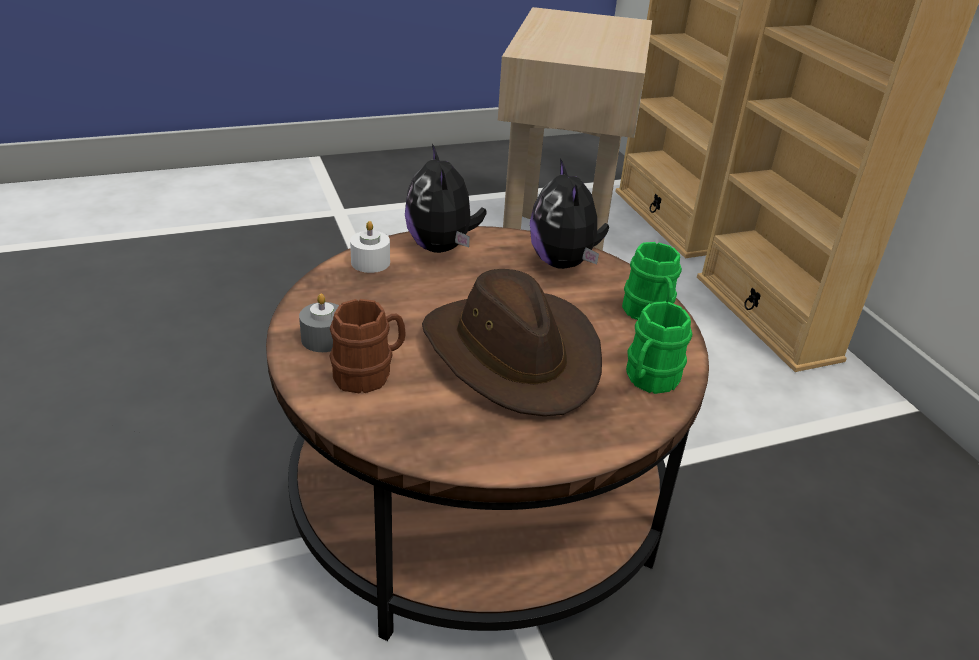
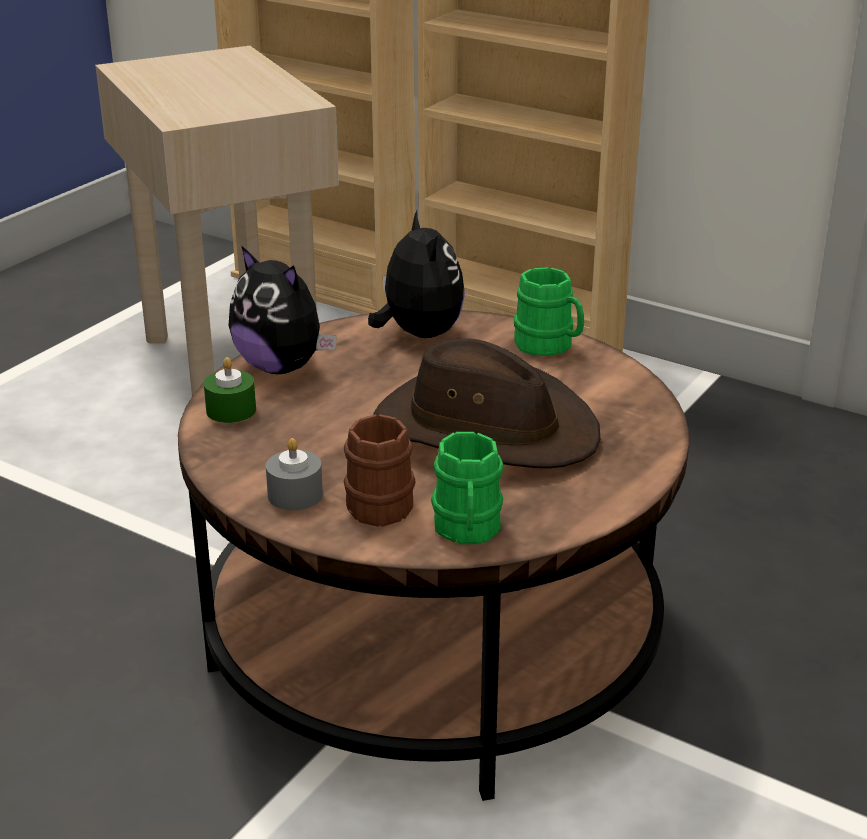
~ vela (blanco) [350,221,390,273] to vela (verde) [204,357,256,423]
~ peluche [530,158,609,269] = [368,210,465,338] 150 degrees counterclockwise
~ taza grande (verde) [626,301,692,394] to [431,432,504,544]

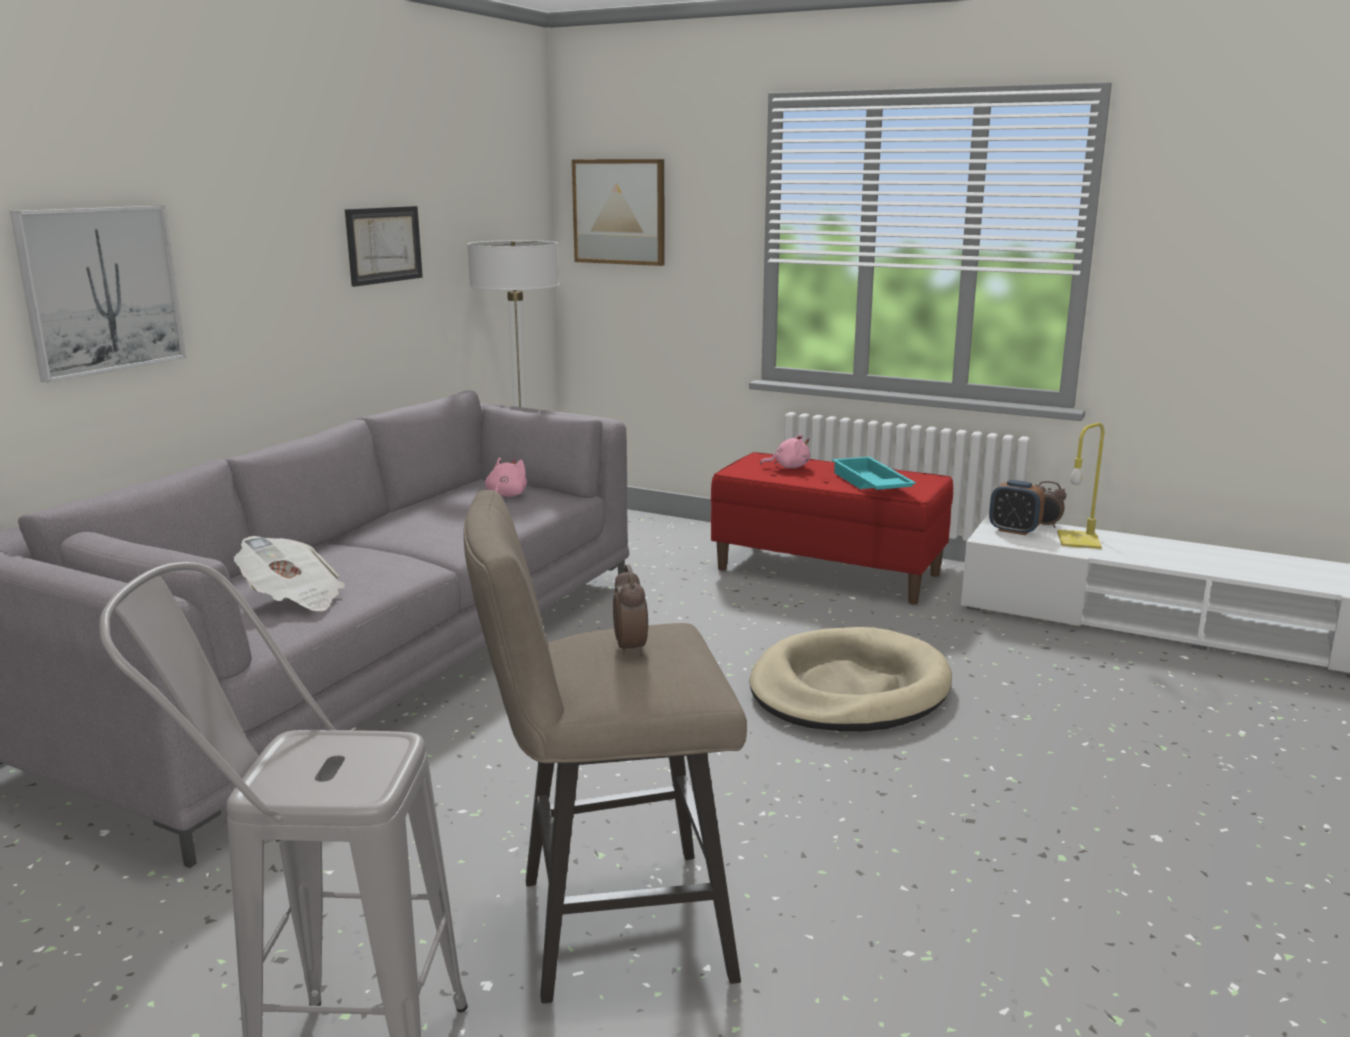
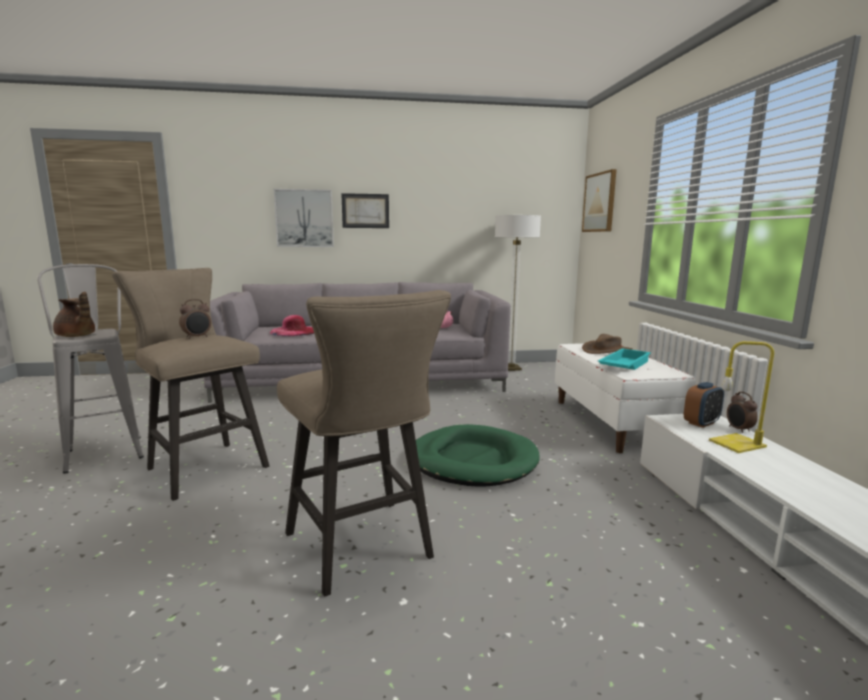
~ periódico [234,536,345,611] to sombrero (rosa) [270,315,314,336]
~ cuadro [345,206,423,287] to [341,193,389,228]
~ banco (rojo) [711,452,953,605] to banco (blanco) [555,343,696,453]
~ cama para perro (beis) [749,627,952,731] to cama para perro (verde) [416,424,539,487]
~ peluche (rosa) [760,434,810,468] to sombrero (marrón) [582,334,632,354]
~ despertador [989,480,1045,535] = [684,382,724,428] 120 degrees counterclockwise
+ tetera (marrón) [53,292,95,337]
+ taburete (beis) [277,290,451,596]

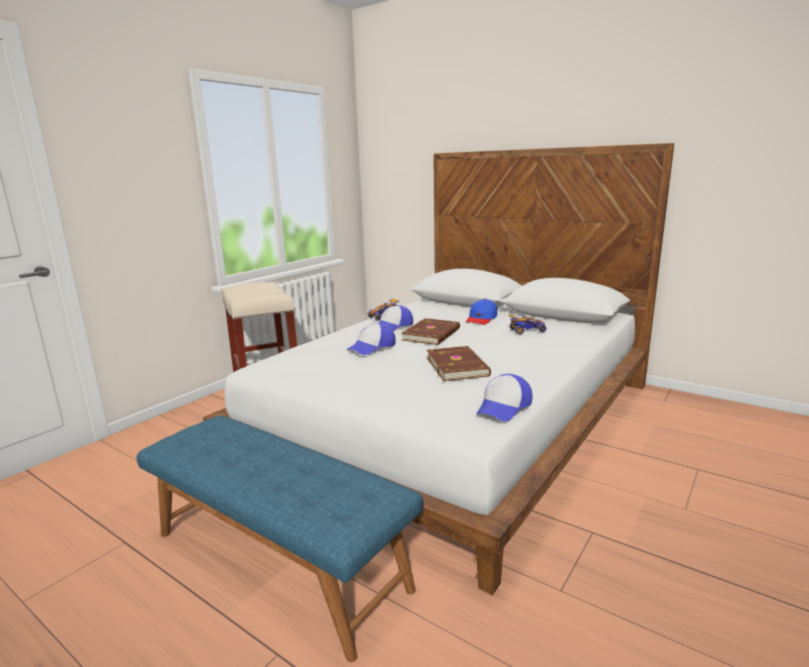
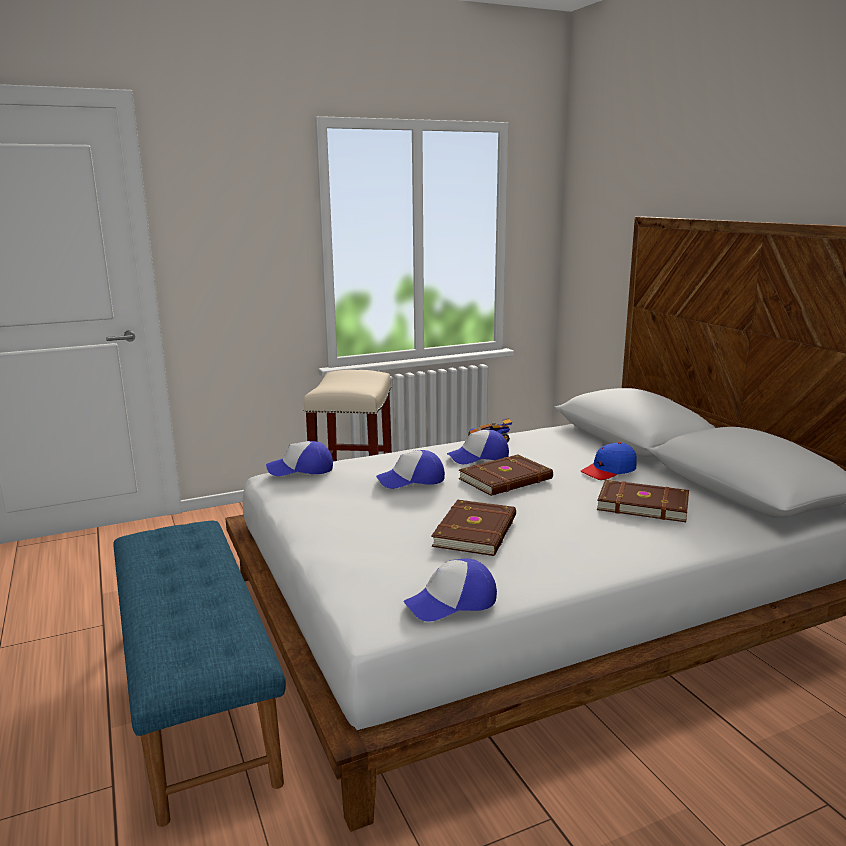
~ coche de juguete [509,314,546,335] to libro (marrón) [597,480,689,522]
+ gorra [266,441,333,476]

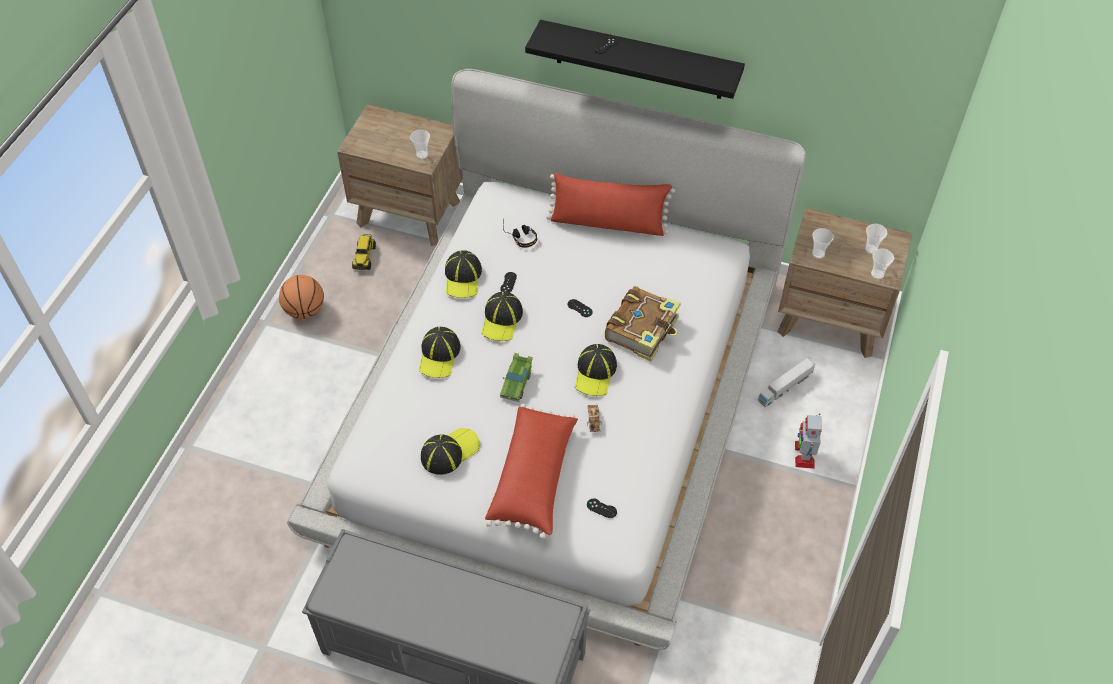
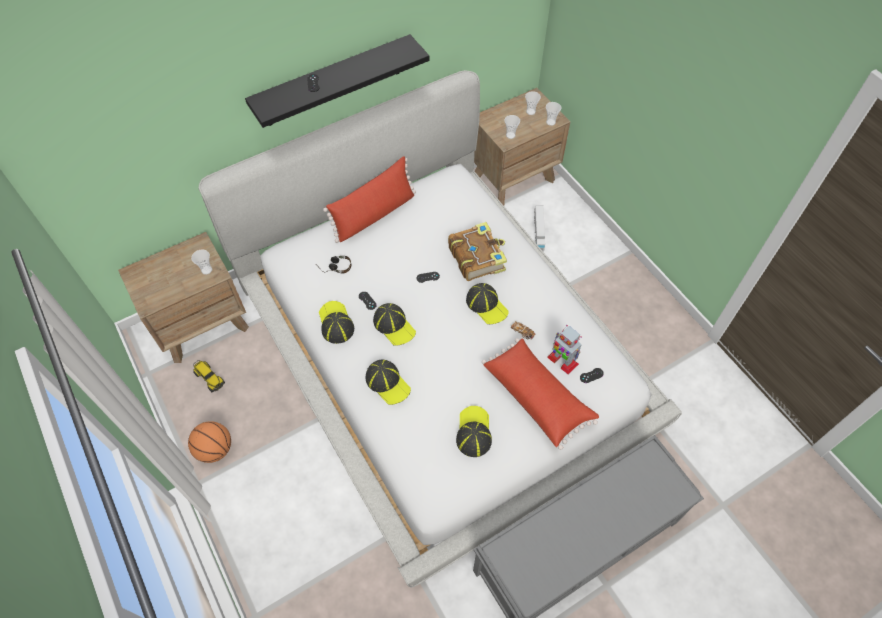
~ gorra [445,250,482,298] = [319,301,354,344] 150 degrees counterclockwise
- coche de juguete (verde) [500,353,533,402]
~ robot de juguete [795,413,822,469] to [548,325,582,374]

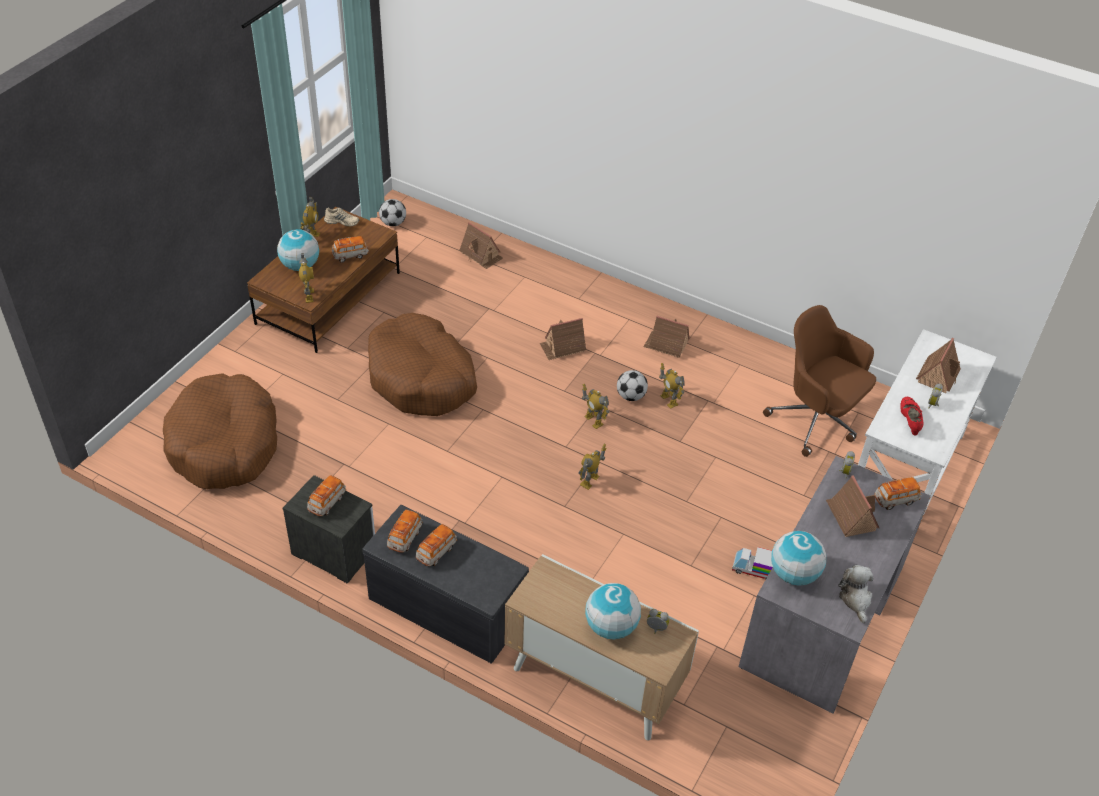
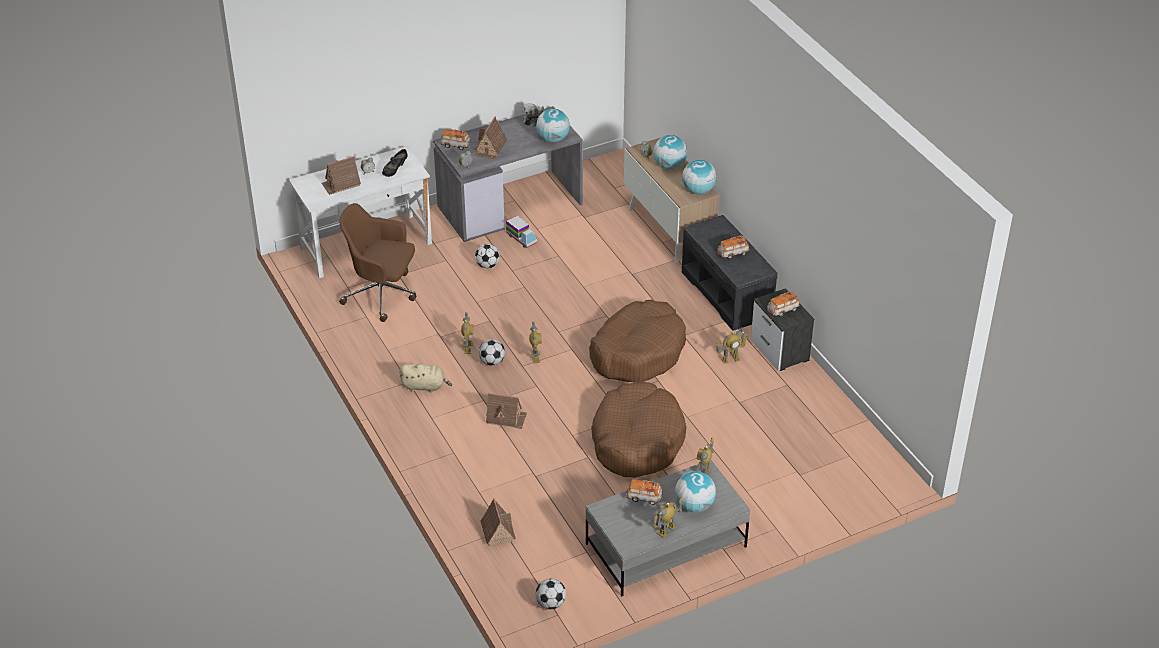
~ cama para perro (marrón) [163,373,277,489] to [589,300,686,382]
~ mesa de centro (marrón) [247,207,400,353] to mesa de centro (gris) [586,460,750,596]
- zapato (beis) [324,208,359,227]
- coche de juguete [387,510,423,553]
~ robot de juguete [578,444,606,490] to [715,327,749,364]
~ casita [644,316,690,358] to peluche (beis) [399,364,452,393]
~ silla de oficina (marrón) [763,305,876,457] = [339,203,416,322] 120 degrees clockwise
~ zapato (rojo) [900,397,923,436] to zapato (negro) [382,149,408,177]
+ balón de fútbol [475,244,500,268]
+ globo terráqueo [682,160,717,194]

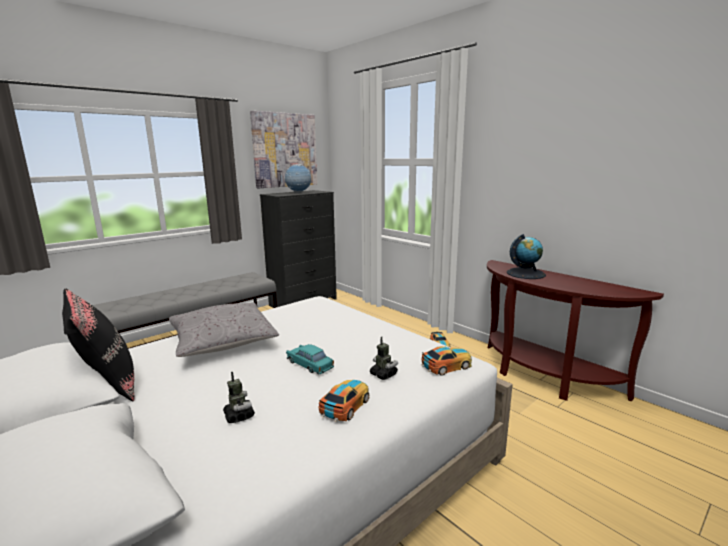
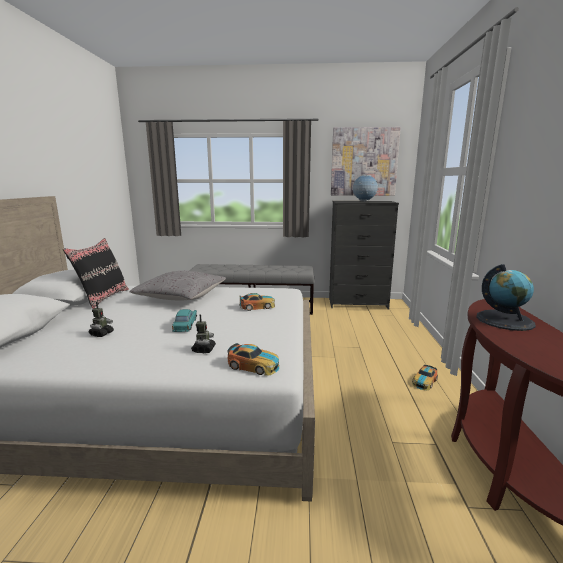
~ coche de juguete [319,380,369,422] to [239,293,275,311]

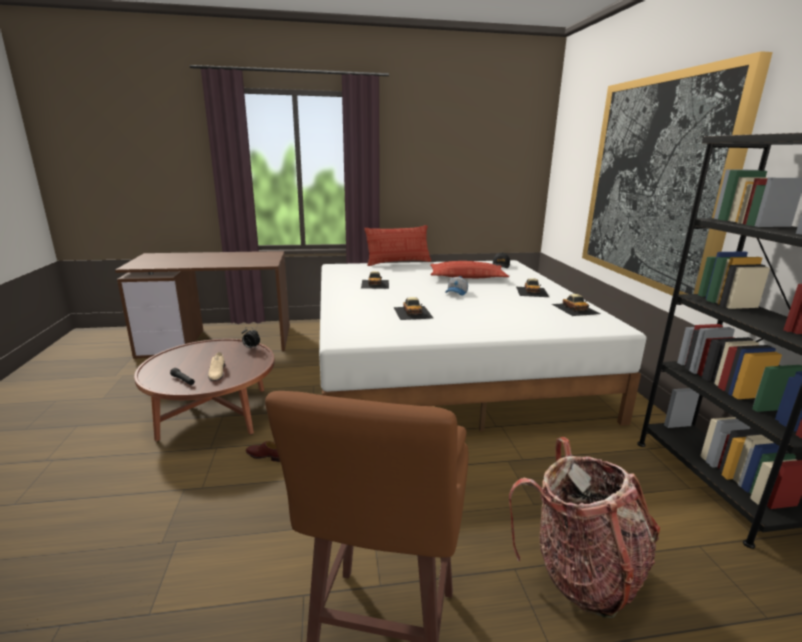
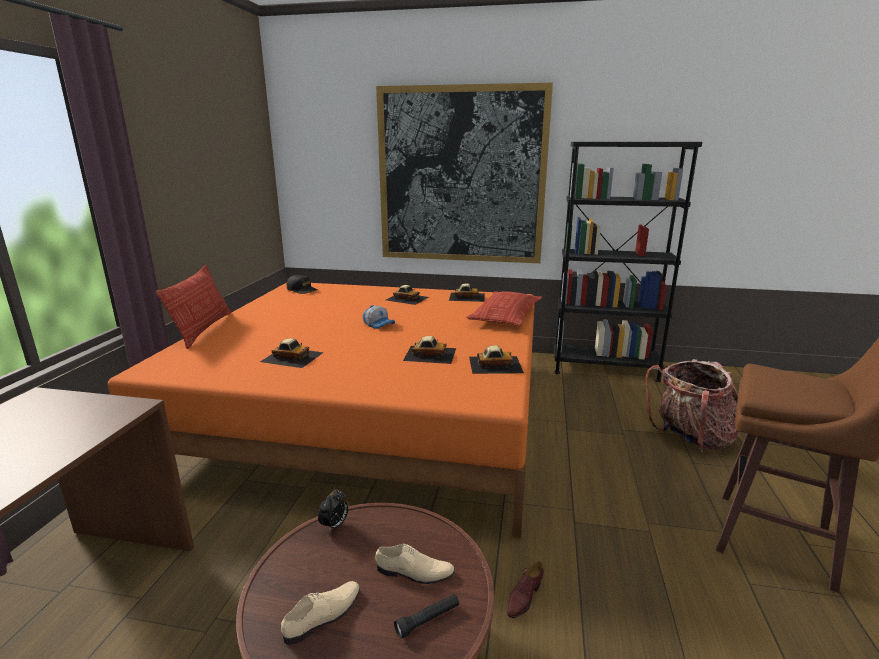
~ cama (blanco) [319,260,646,431] to cama (naranja) [108,283,535,538]
~ cojín [430,261,509,278] to [466,291,542,326]
+ zapato (beis) [281,581,360,645]
+ coche de juguete [469,345,524,374]

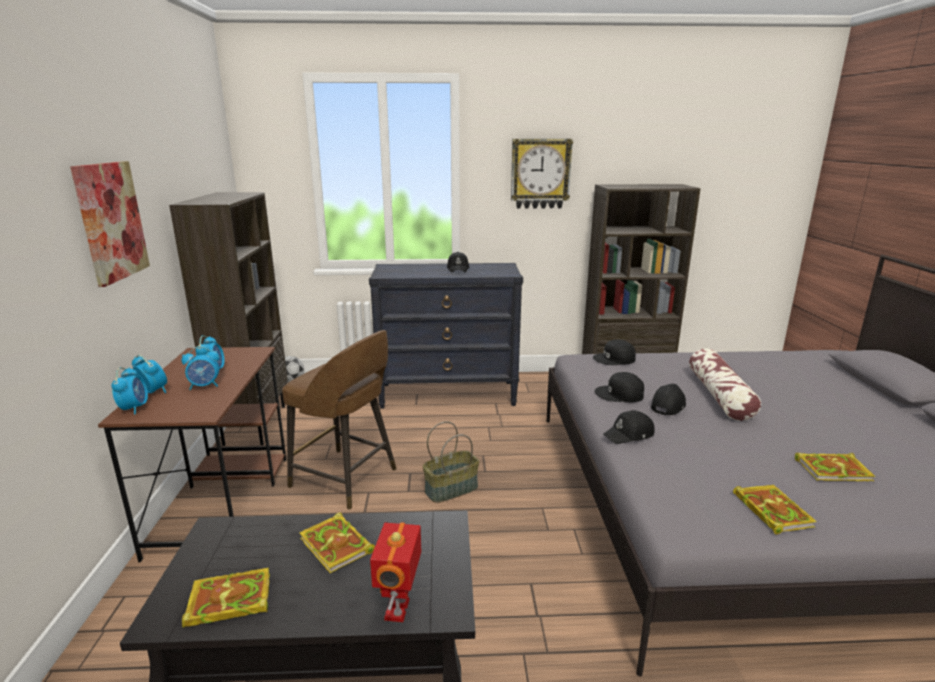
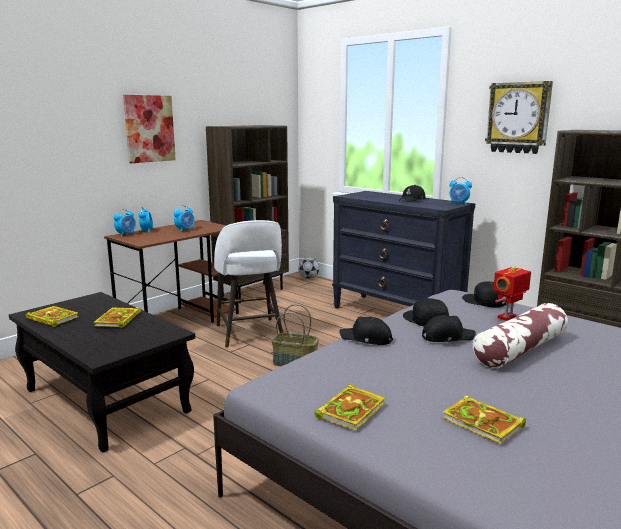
~ despertador [182,346,220,390] to [449,177,472,205]
~ taburete (marrón) [282,330,397,510] to taburete (blanco) [214,220,283,348]
~ robot de juguete [370,522,421,622] to [493,266,531,321]

